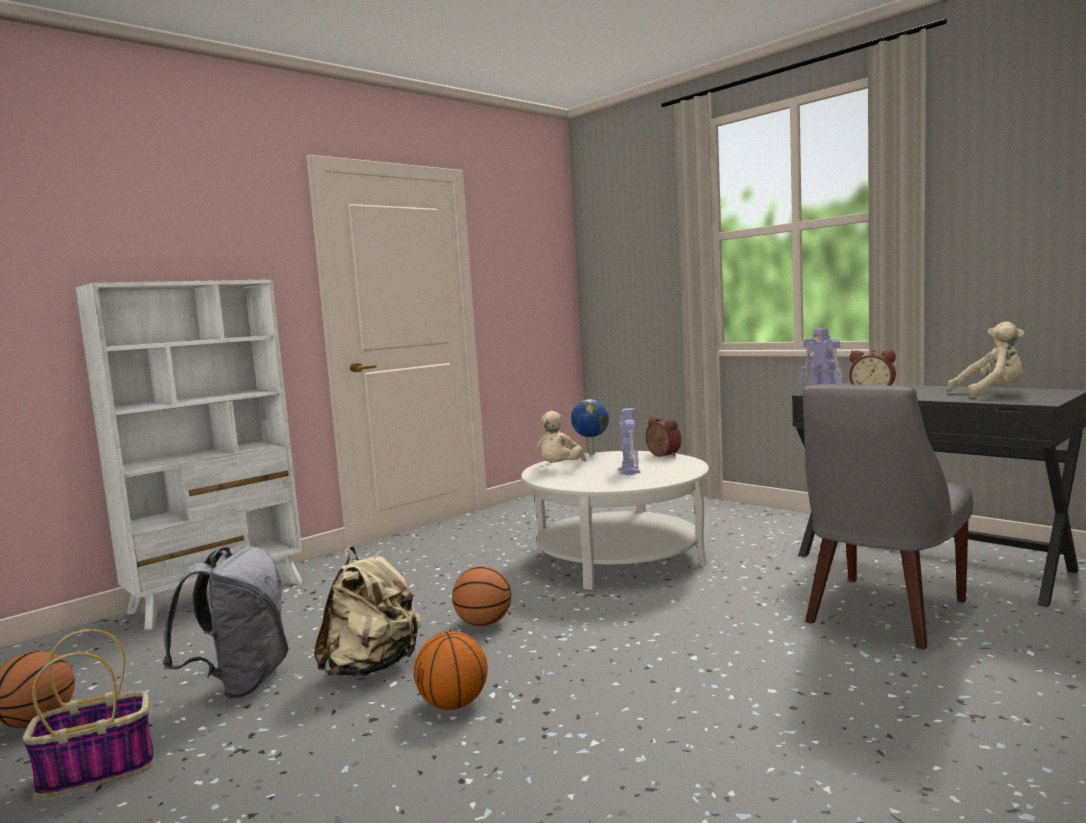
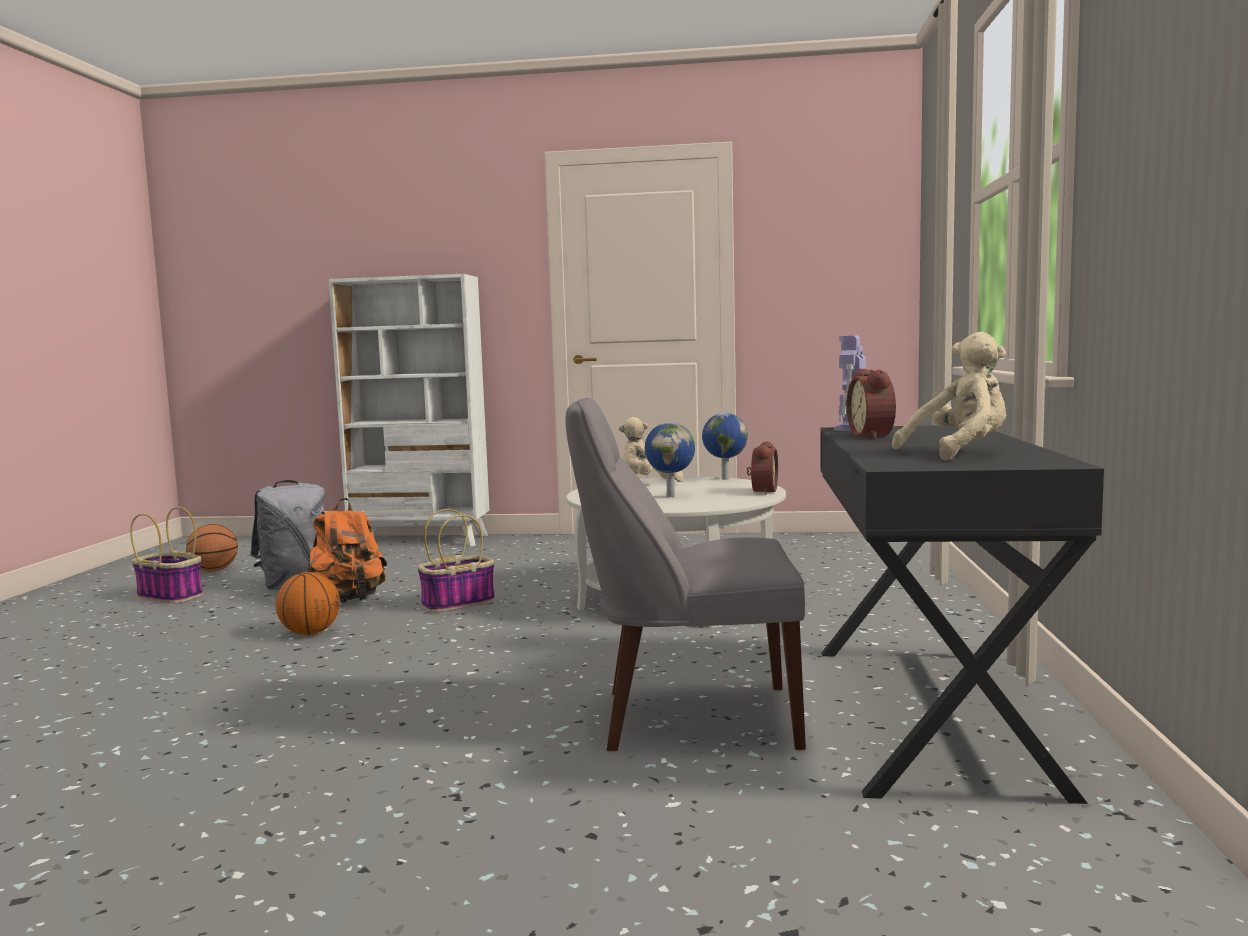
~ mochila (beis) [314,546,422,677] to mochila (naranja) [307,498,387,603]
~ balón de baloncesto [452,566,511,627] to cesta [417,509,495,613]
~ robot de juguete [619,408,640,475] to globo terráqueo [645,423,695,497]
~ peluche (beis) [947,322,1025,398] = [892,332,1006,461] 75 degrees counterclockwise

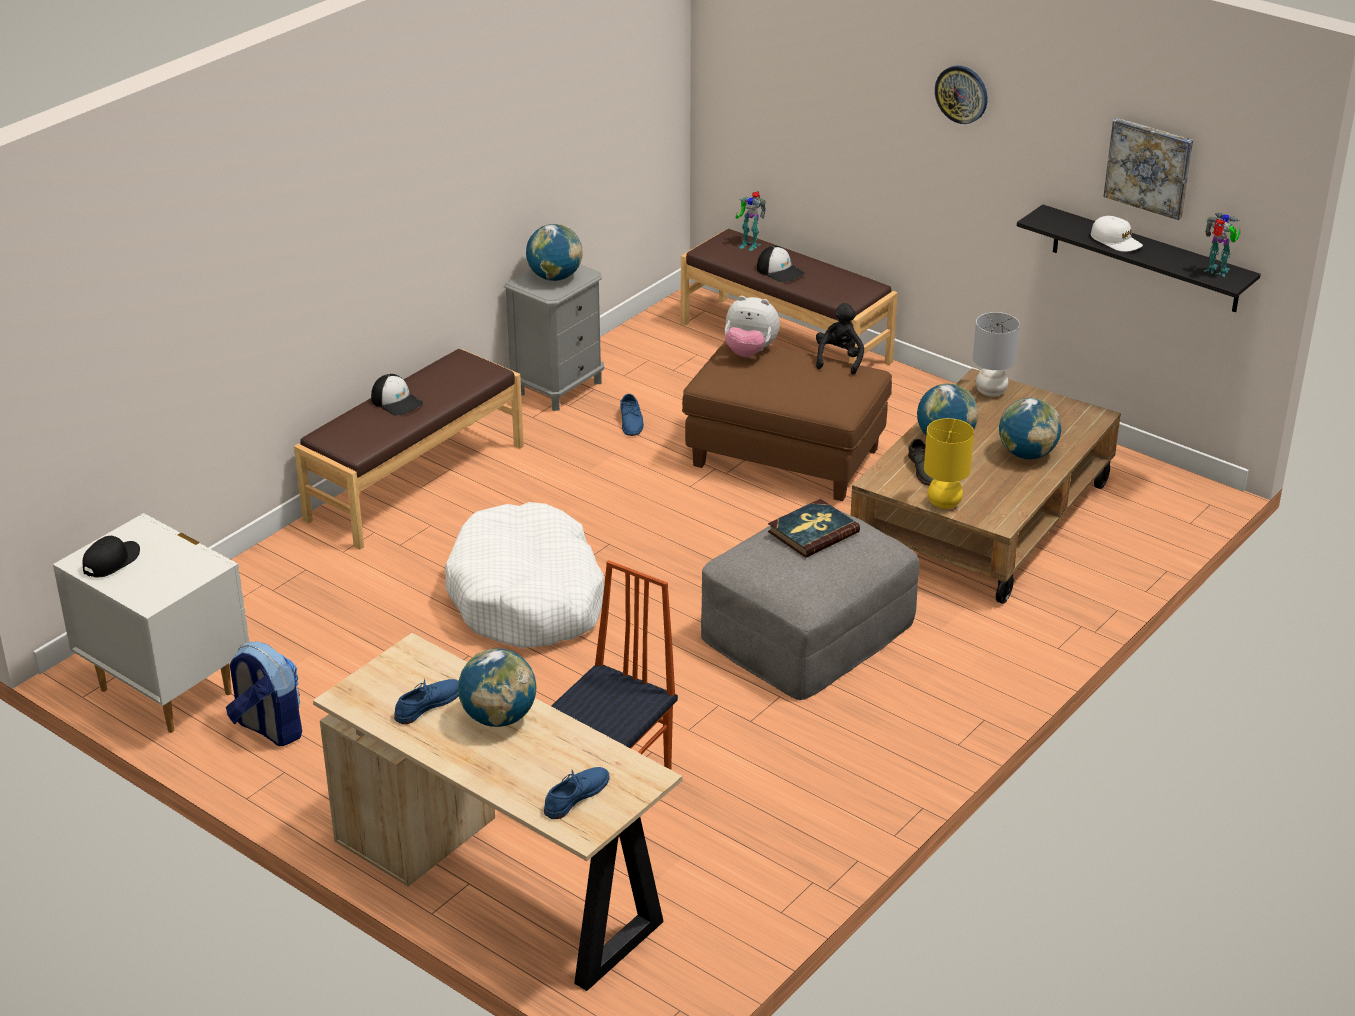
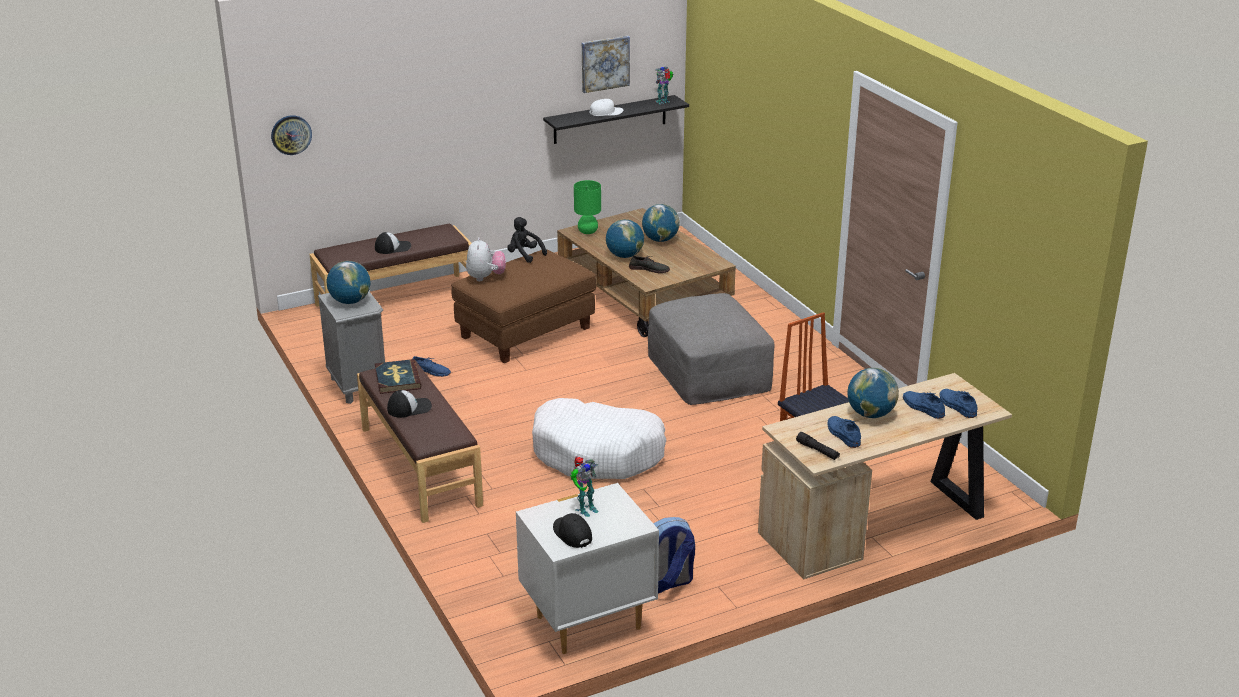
~ peluche [724,296,780,357] = [466,237,506,281] 45 degrees counterclockwise
~ robot de juguete [736,191,766,251] to [570,457,599,517]
~ libro [768,499,860,558] to [375,359,421,394]
- lámpara de mesa (amarillo) [924,418,974,509]
~ reloj de pared [935,66,987,124] to [271,115,312,155]
~ lámpara de mesa (gris) [973,312,1020,397] to lámpara de mesa (verde) [574,180,601,234]
+ linterna (negro) [796,432,840,460]
+ zapato (azul) [903,391,945,419]

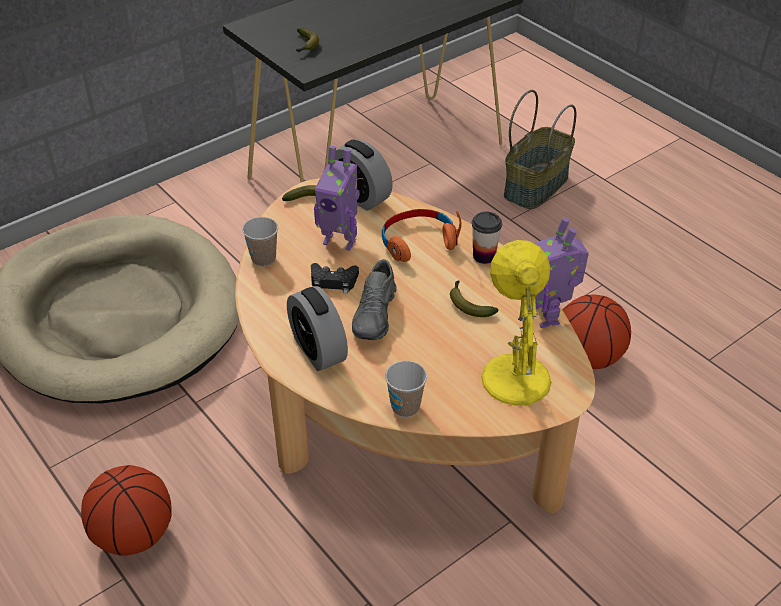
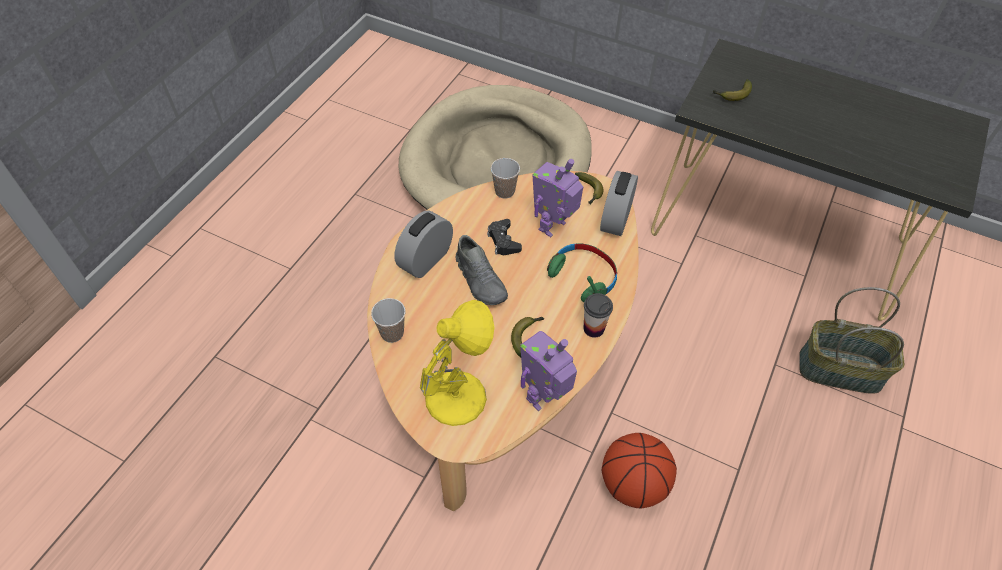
- balón de baloncesto [81,465,172,556]
~ robot de juguete [314,146,360,251] = [532,159,583,237] 45 degrees clockwise
~ zapato (gris) [352,259,397,340] = [456,235,508,305] 105 degrees counterclockwise
~ auriculares (naranja) [382,209,462,262] to auriculares (verde) [547,244,617,302]

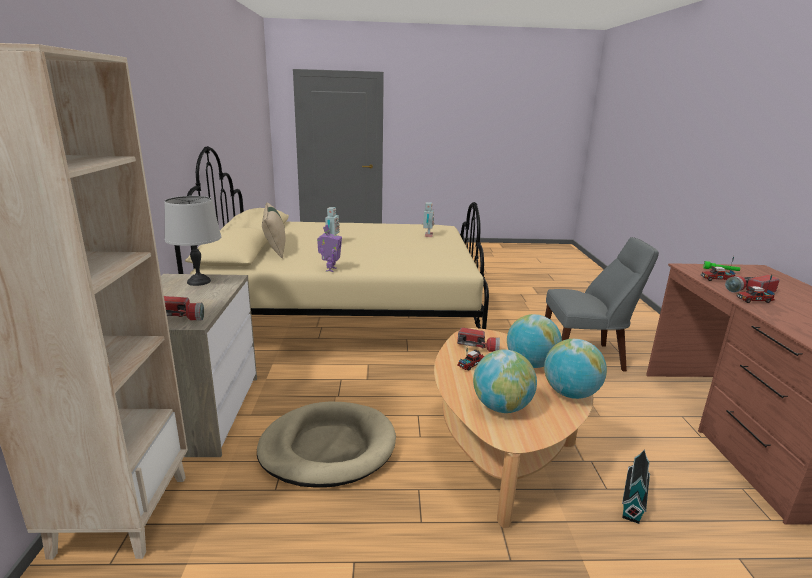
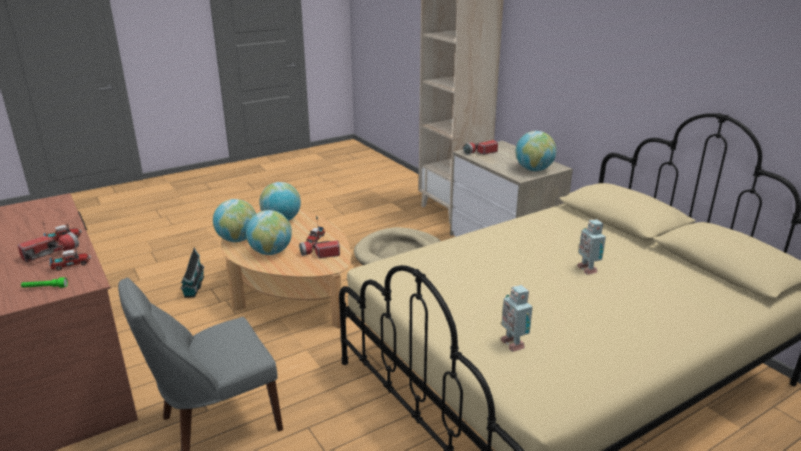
~ lámpara de mesa (gris) [164,196,221,286] to globo terráqueo [515,131,557,171]
- cojín (beis) [262,202,286,258]
- robot de juguete [317,225,342,272]

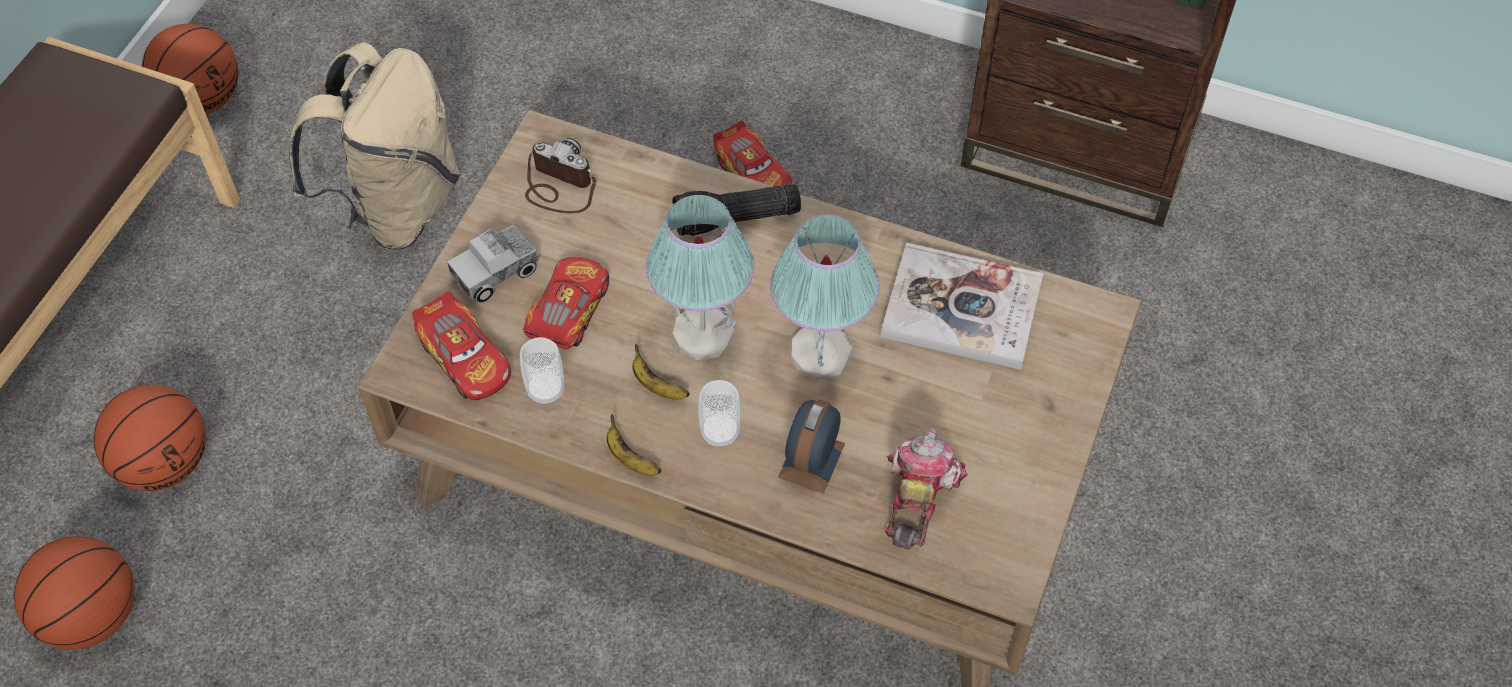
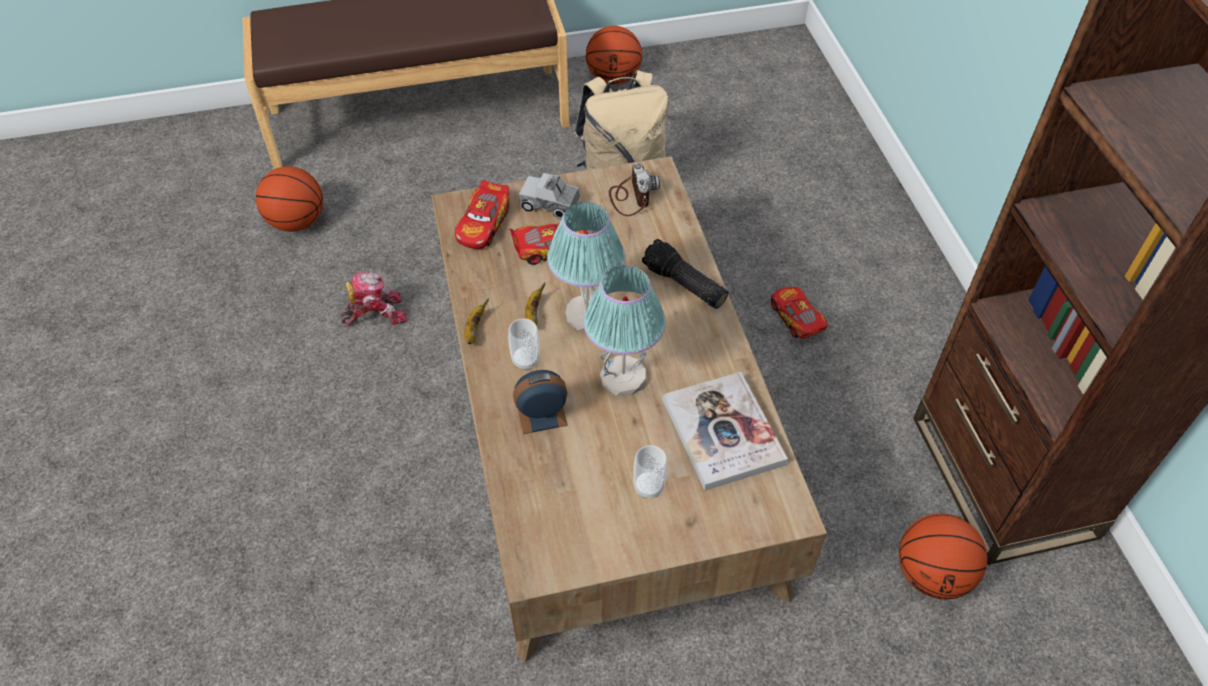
~ balón de baloncesto [94,385,206,491] to [899,513,987,599]
~ taza [520,337,565,404] to [633,445,667,498]
~ coche de juguete [713,120,792,186] = [771,287,829,339] 135 degrees clockwise
~ robot de juguete [885,428,968,550] to [340,271,407,326]

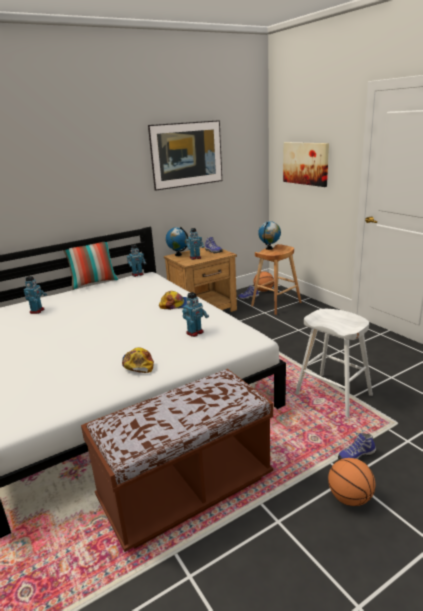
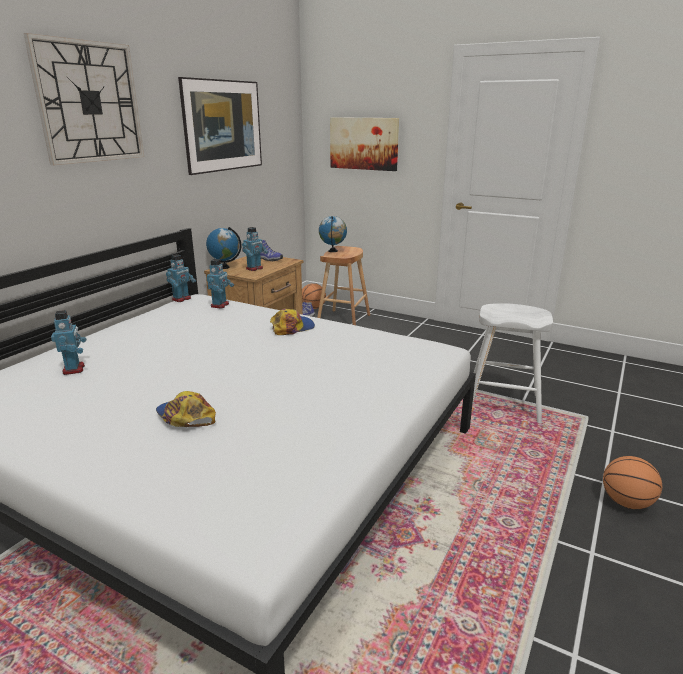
- cojín [60,242,119,290]
- banco (marrón) [81,369,273,552]
~ gorra [122,347,154,373] to [156,391,216,427]
~ robot de juguete [182,292,209,337] to [207,259,234,309]
- zapato [338,433,376,460]
+ reloj de pared [24,33,144,165]

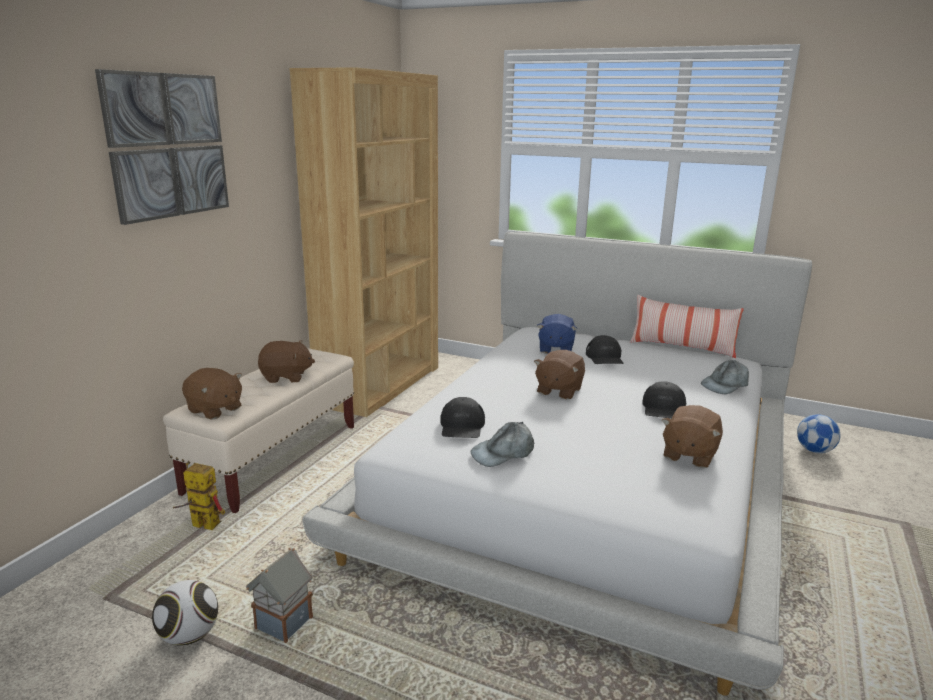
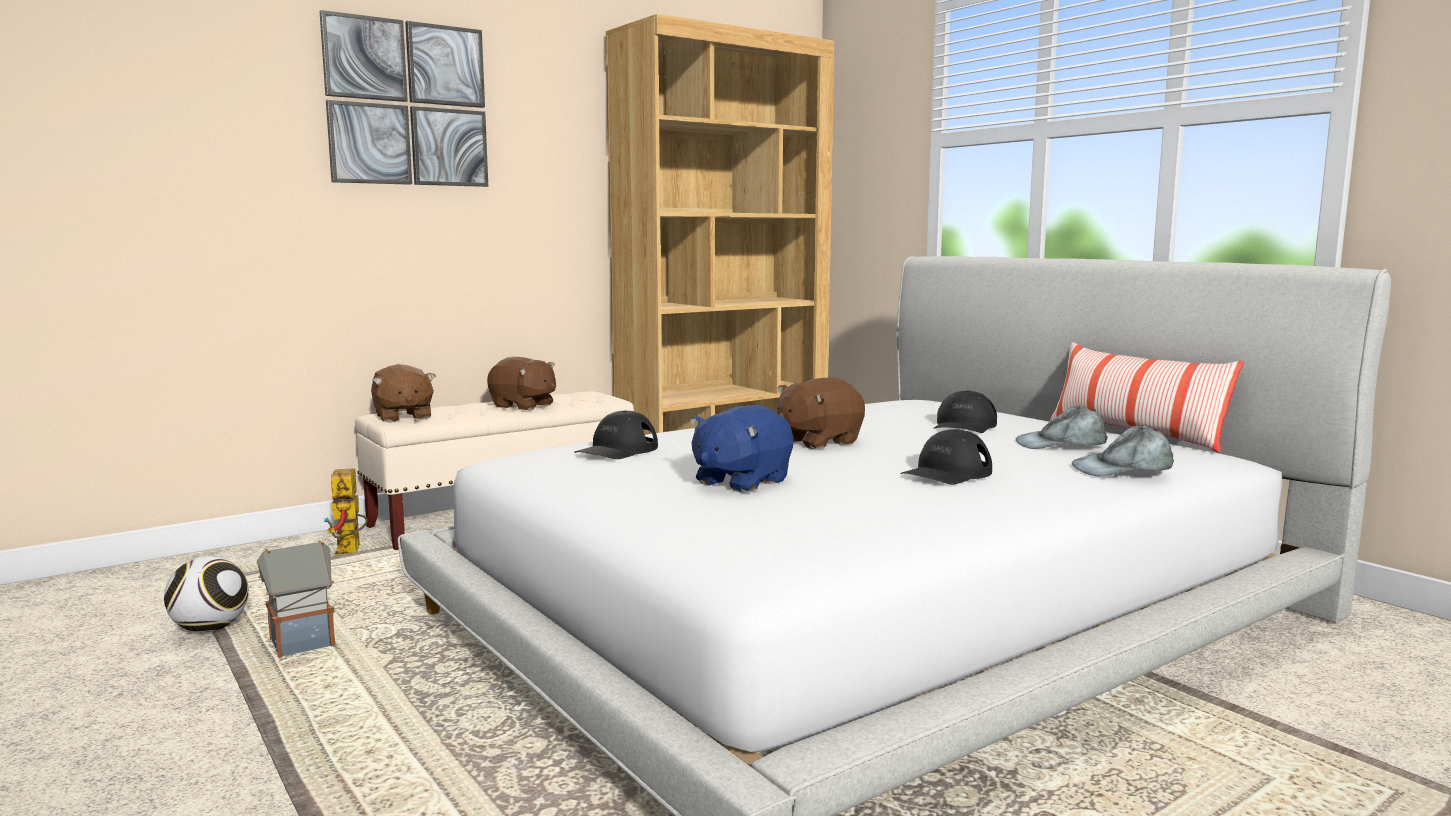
~ robot de juguete [173,462,225,530] = [324,468,368,555] 150 degrees counterclockwise
~ gorra (gris) [471,422,534,467] to [1016,406,1108,449]
~ peluche (azul) [537,314,577,354] to [690,405,794,493]
- peluche (marrón) [661,405,723,468]
- balón de fútbol [797,414,840,453]

